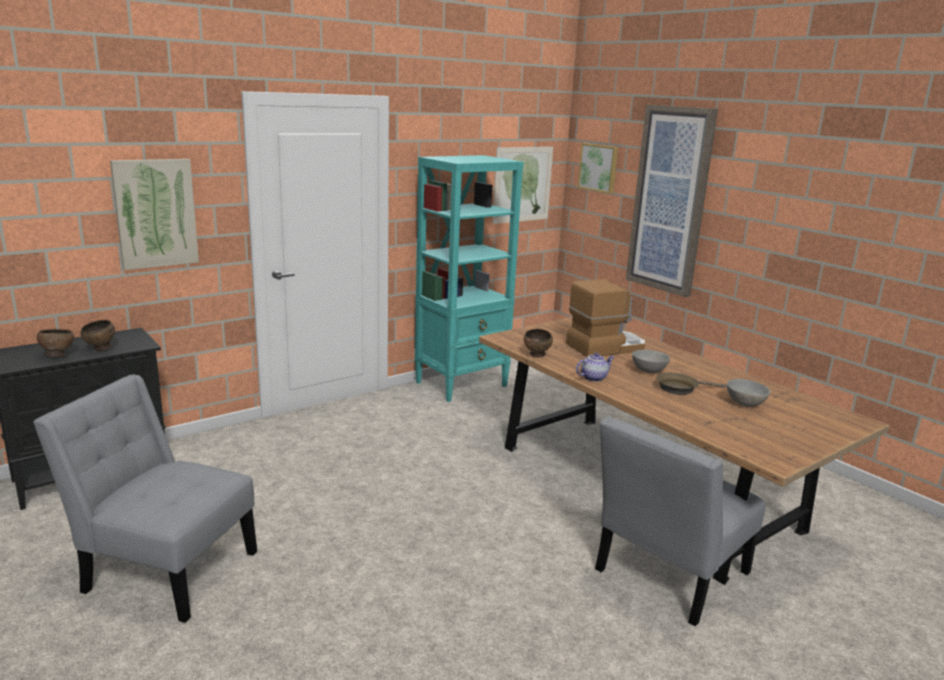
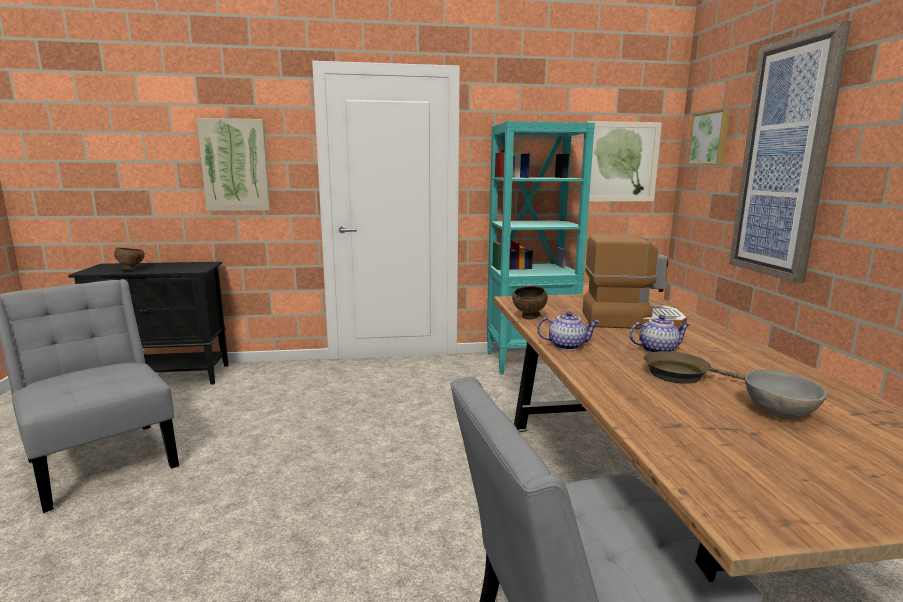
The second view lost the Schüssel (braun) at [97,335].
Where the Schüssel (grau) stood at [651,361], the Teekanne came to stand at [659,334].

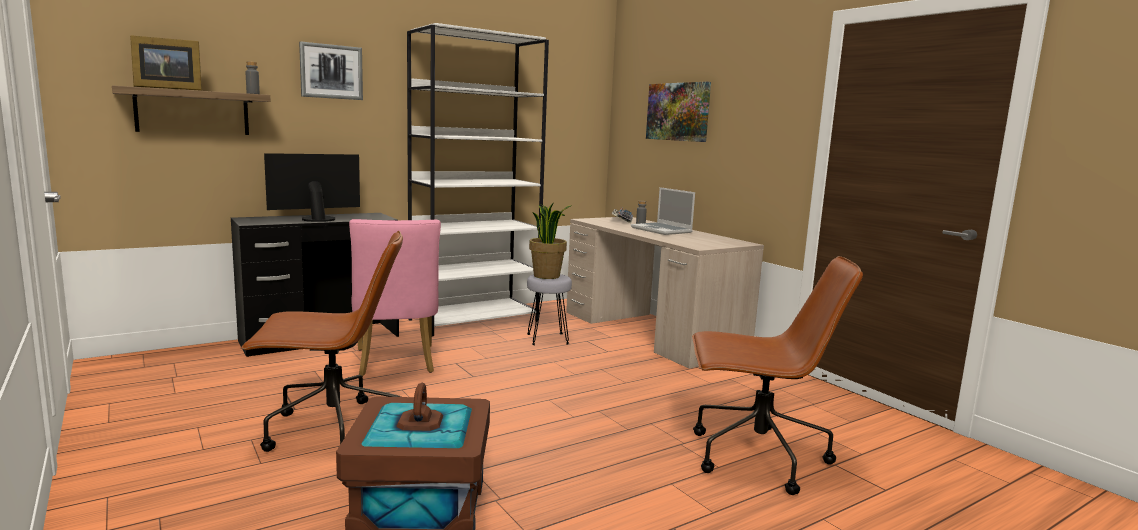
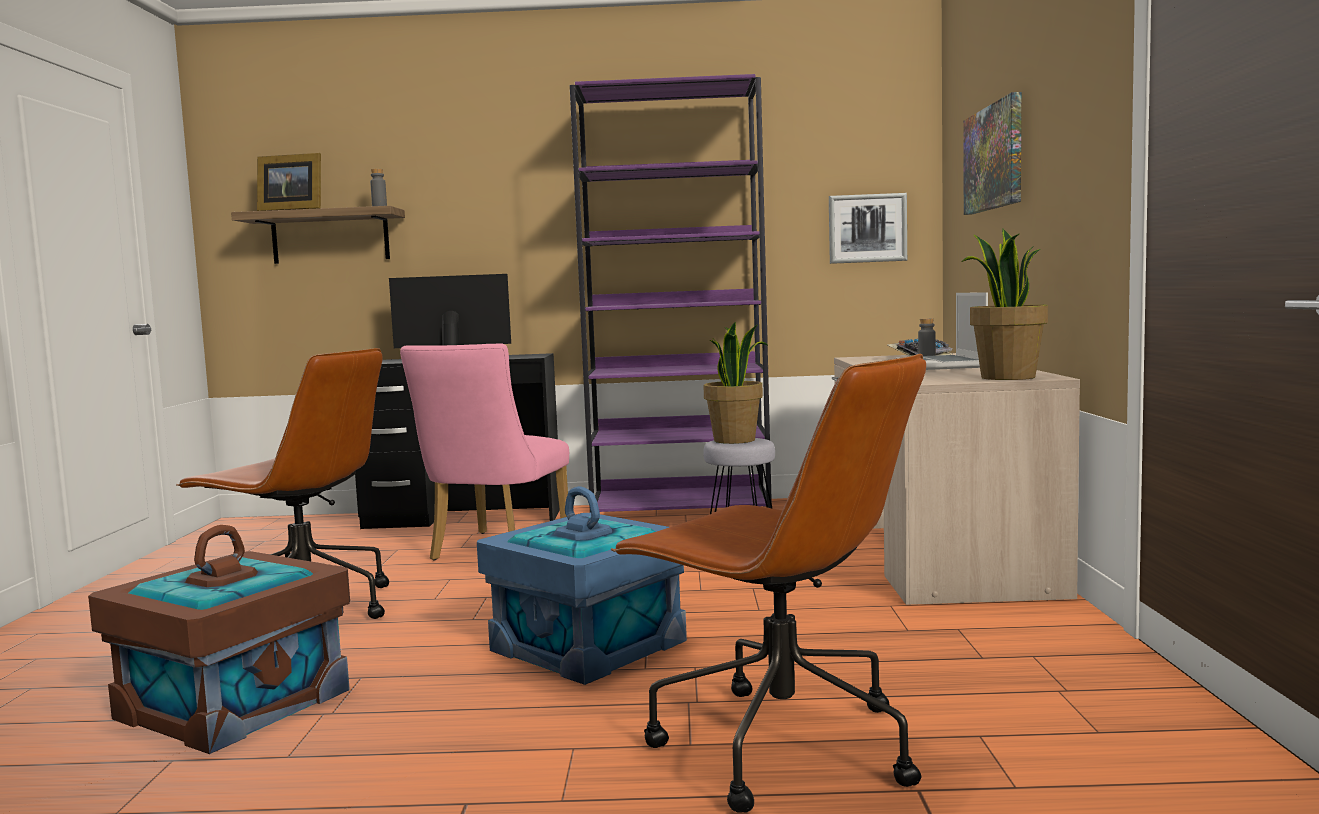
What was the Bücherregal (weiß) at [478,179] turned into the Bücherregal (lila) at [671,293].
The Bild ended up elsewhere, having gone from [331,70] to [868,228].
The second view gained the Topfpflanze at [1005,304].
The second view gained the Aufbewahrungsbox (blau) at [582,585].

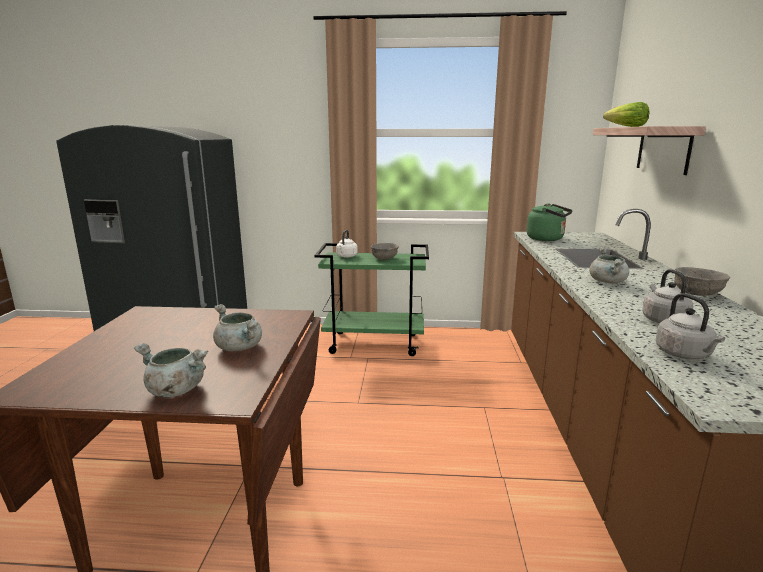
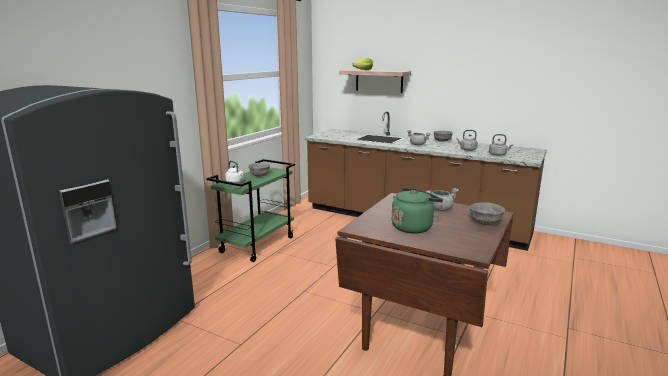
The Wasserkessel (grün) ended up elsewhere, having gone from [550,222] to [417,211].
Where the Kochtopf (grau) stood at [171,370], the Schüssel (grau) came to stand at [487,213].

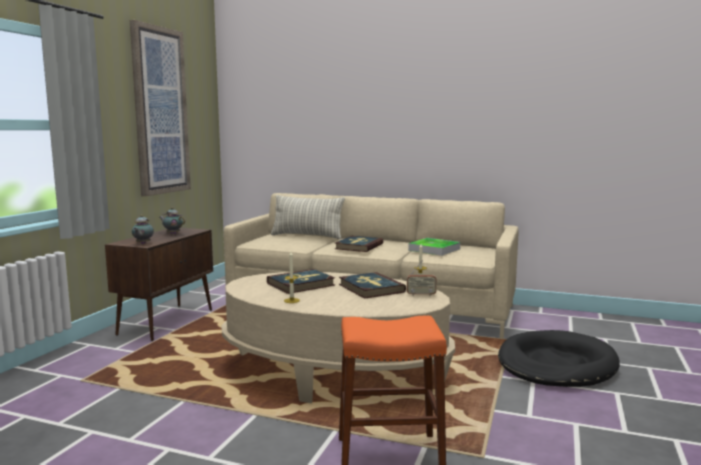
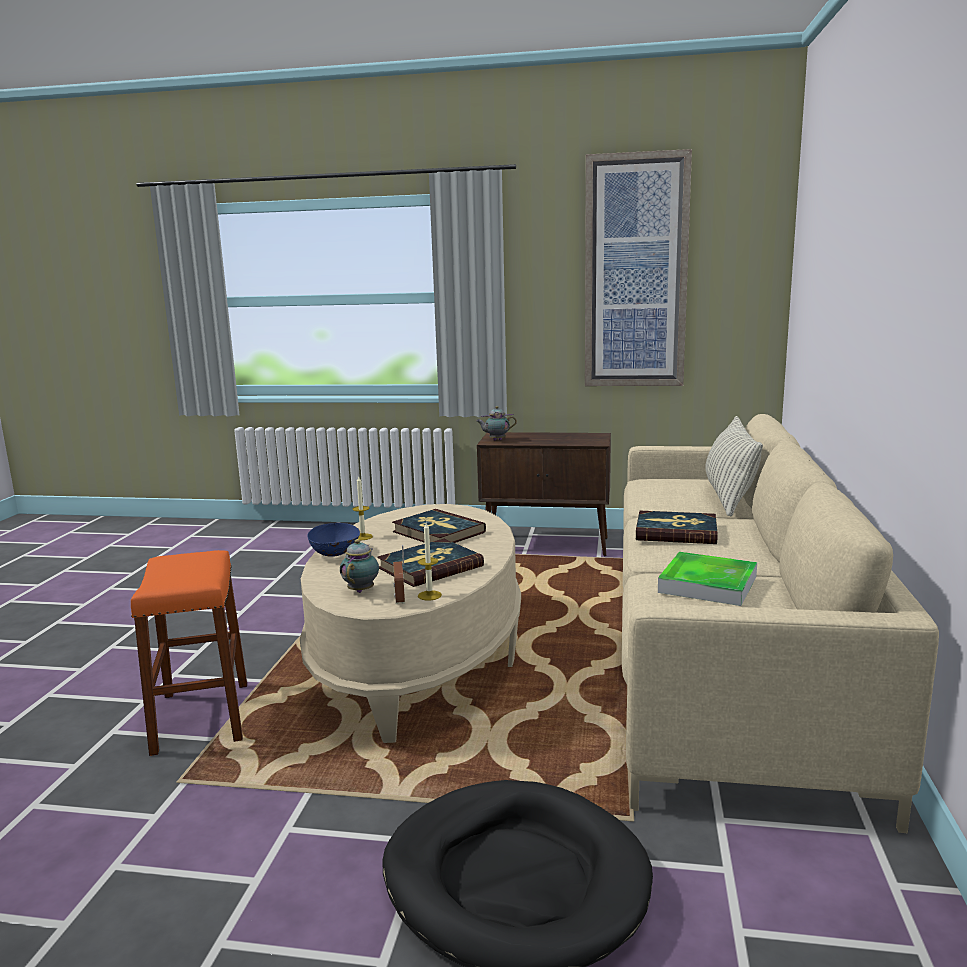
The Teekanne ended up elsewhere, having gone from [172,220] to [359,566].
The second view gained the Schüssel (blau) at [333,539].

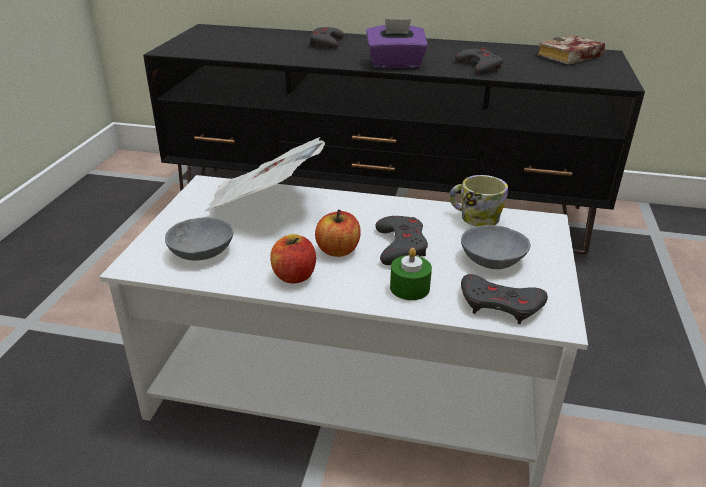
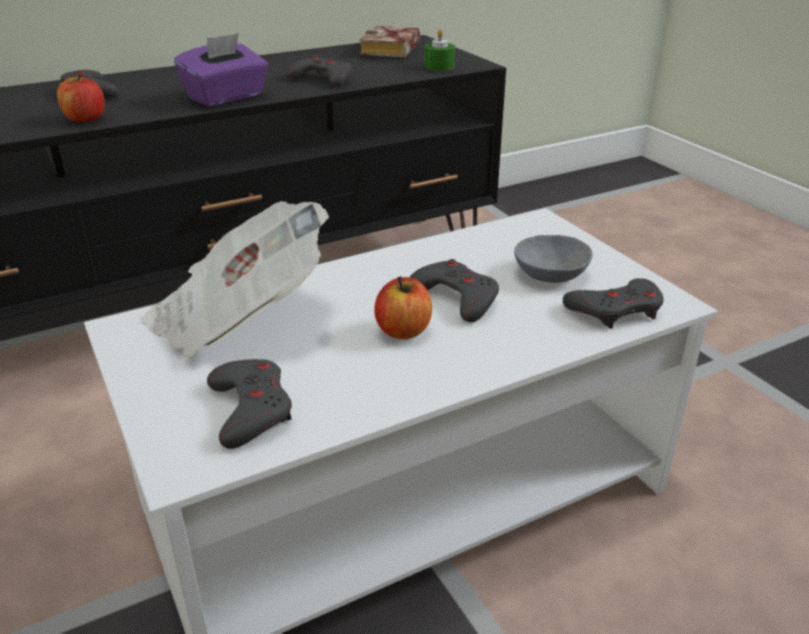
The second view lost the Henkelbecher at [478,201].
Where the Schüssel (grau) stood at [199,238], the Gamepad (grau) came to stand at [249,404].
The Apfel ended up elsewhere, having gone from [293,258] to [81,98].
The Kerze (grün) ended up elsewhere, having gone from [411,274] to [439,50].

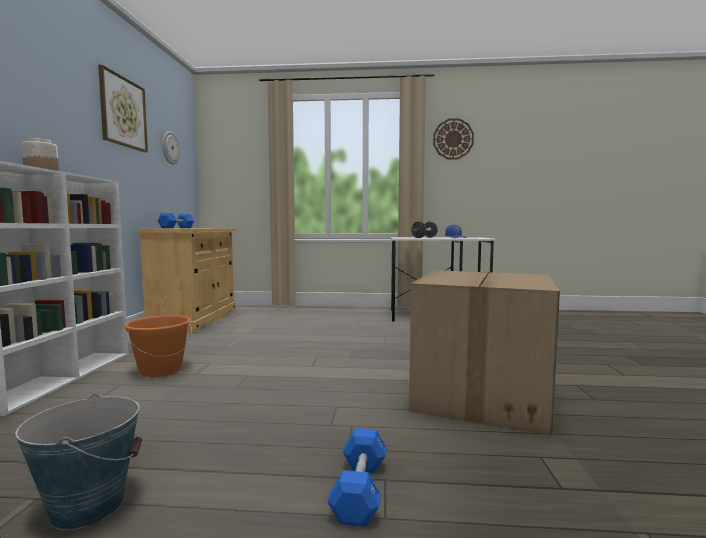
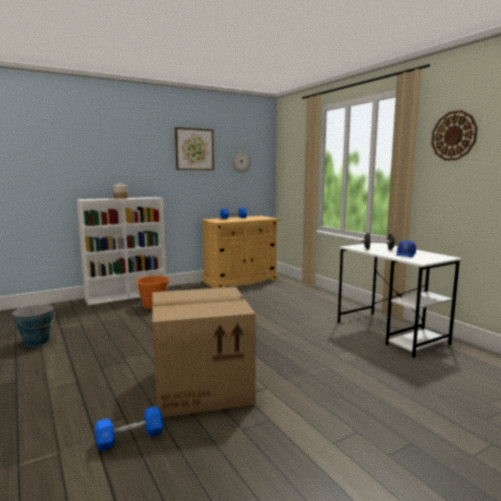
The Hantel (blau) ended up elsewhere, having gone from [357,477] to [129,428].

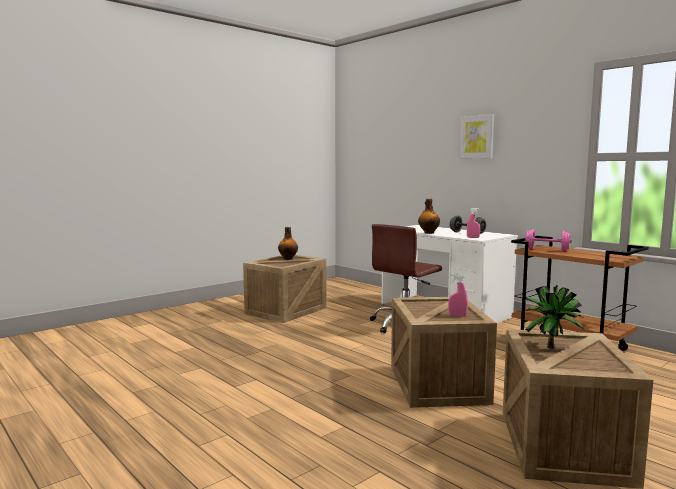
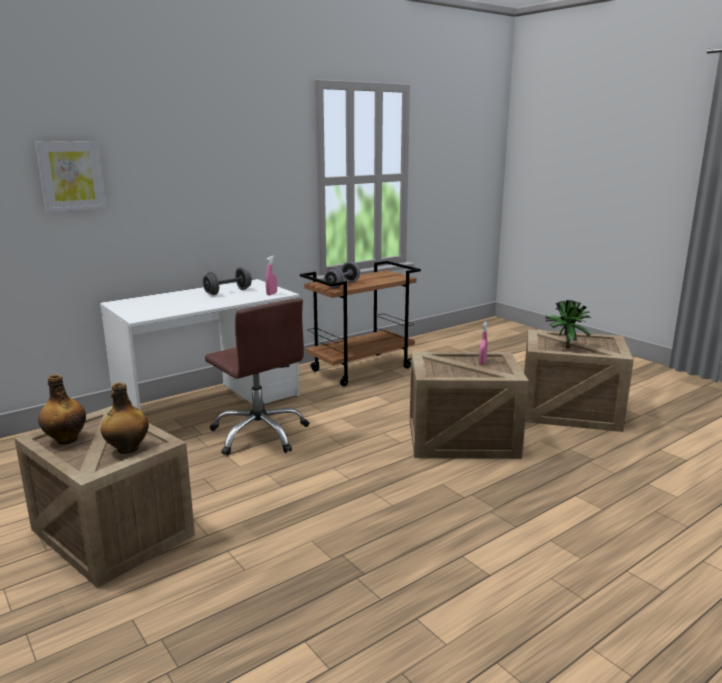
The Bild ended up elsewhere, having gone from [476,136] to [70,176].
The Flasche ended up elsewhere, having gone from [429,216] to [125,418].
What was the Hantel (rosa) at [548,240] turned into the Hantel (grau) at [342,275].

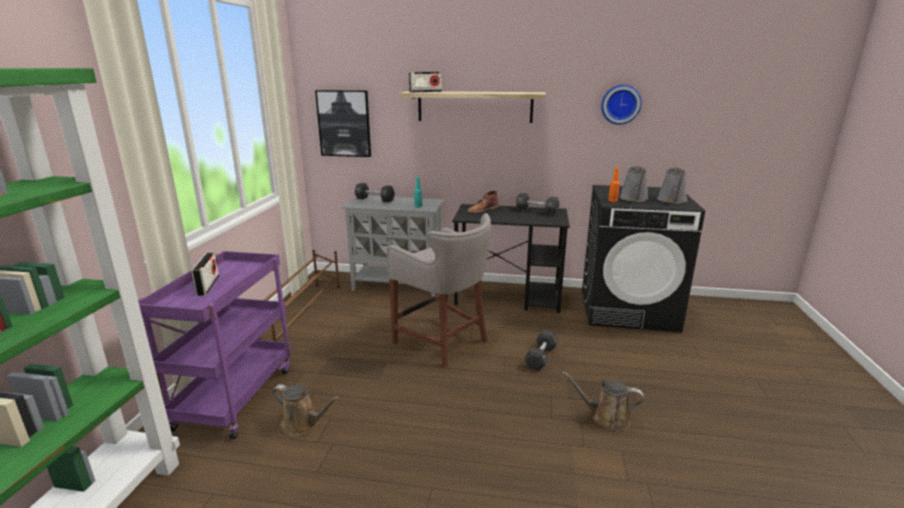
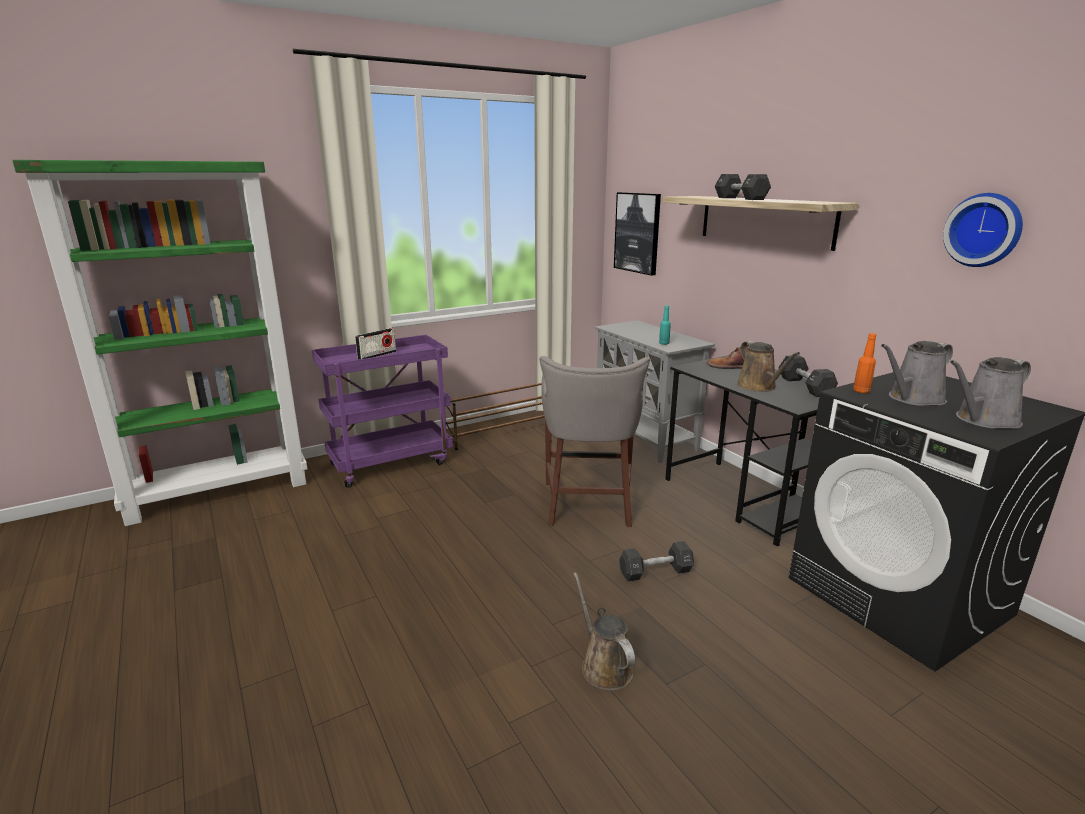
The second view lost the Radio at [425,82].
The Hantel (schwarz) ended up elsewhere, having gone from [374,193] to [743,187].
The Gießkanne (braun) ended up elsewhere, having gone from [306,410] to [768,366].

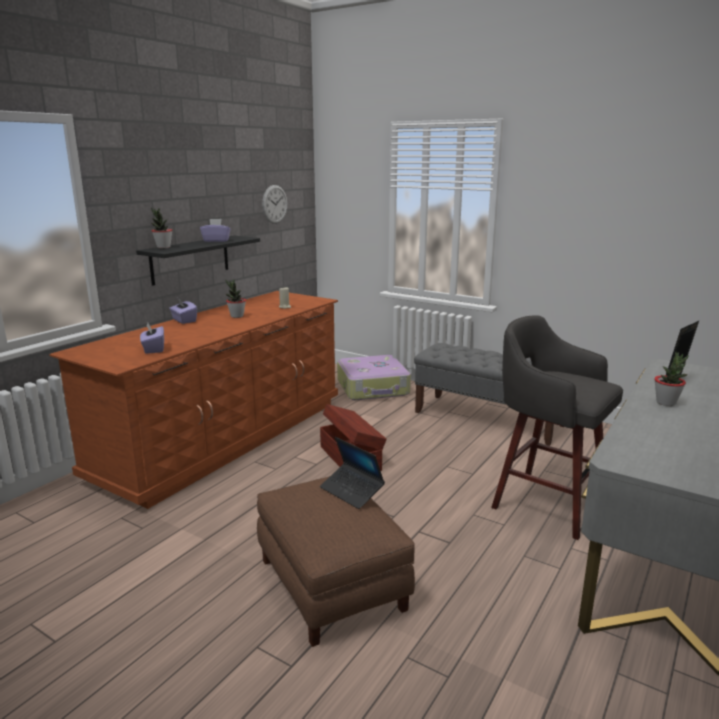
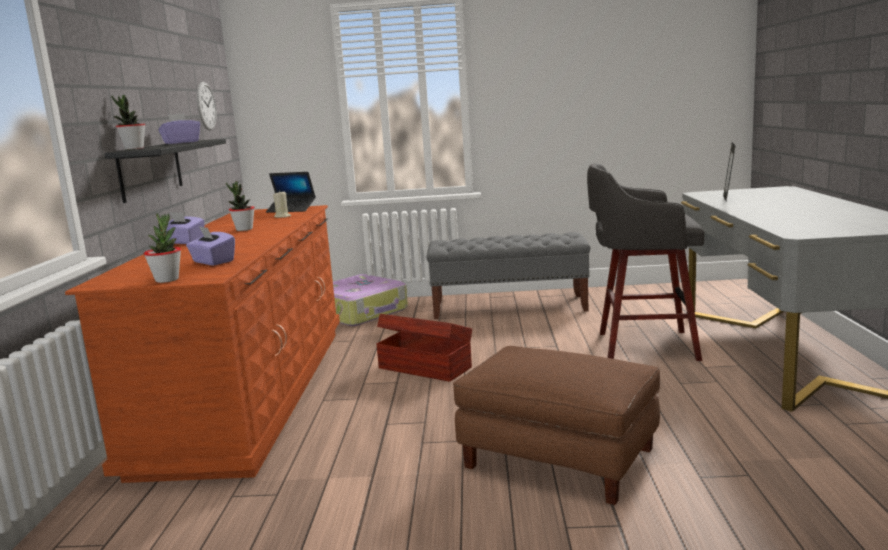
The Topfpflanze ended up elsewhere, having gone from [671,379] to [162,248].
The Laptop ended up elsewhere, having gone from [352,473] to [291,192].

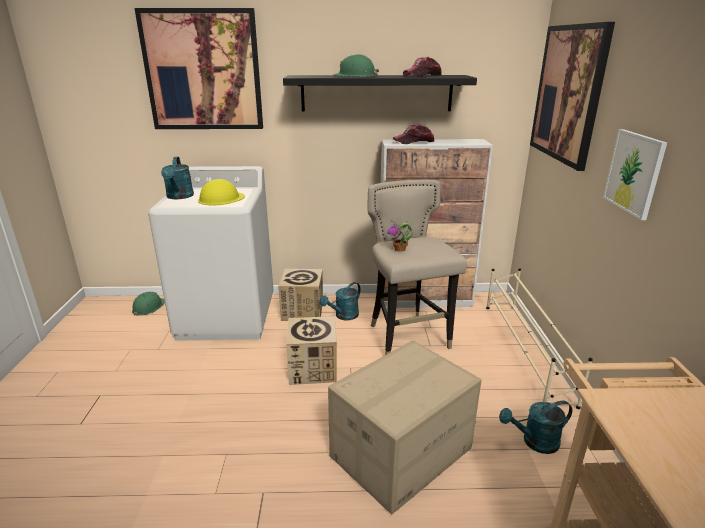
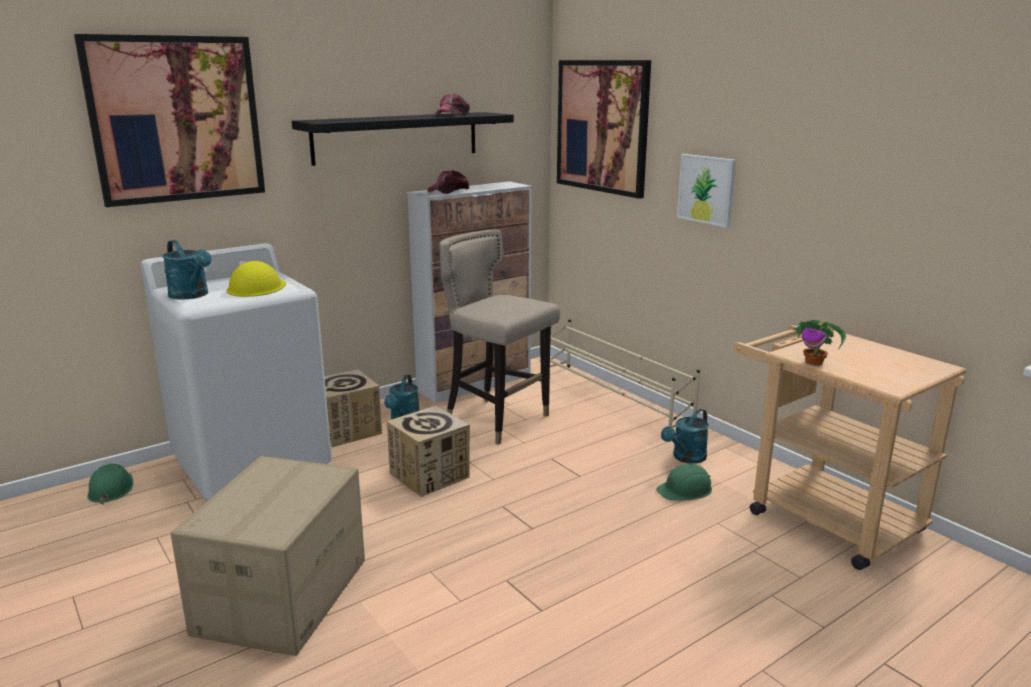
The Schutzhelm (grün) ended up elsewhere, having gone from [356,65] to [684,482].
The Topfpflanze ended up elsewhere, having gone from [399,236] to [819,343].
The Karton ended up elsewhere, having gone from [404,427] to [268,556].

